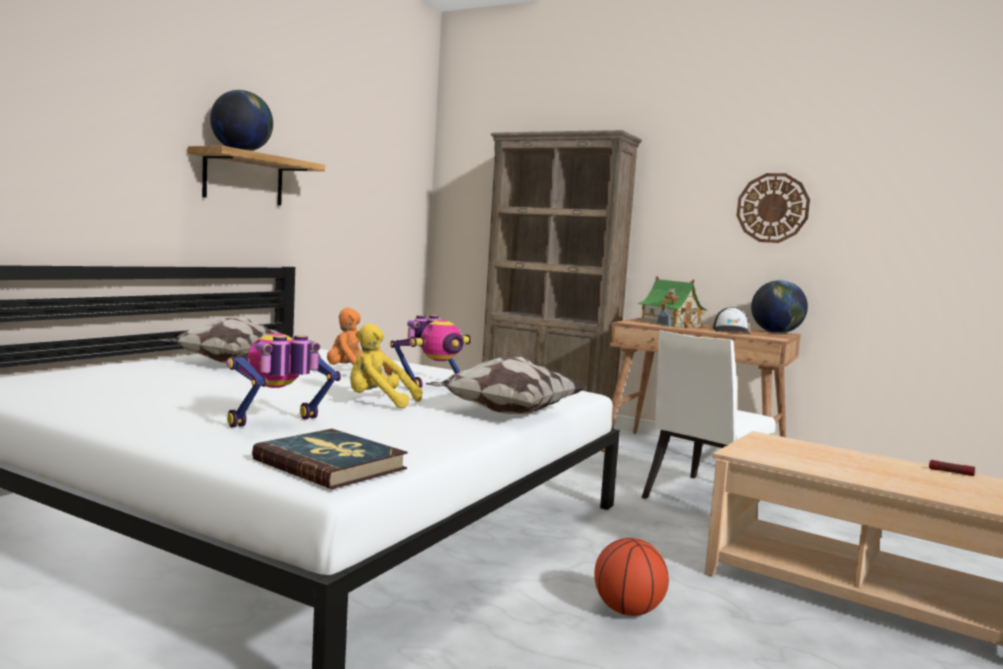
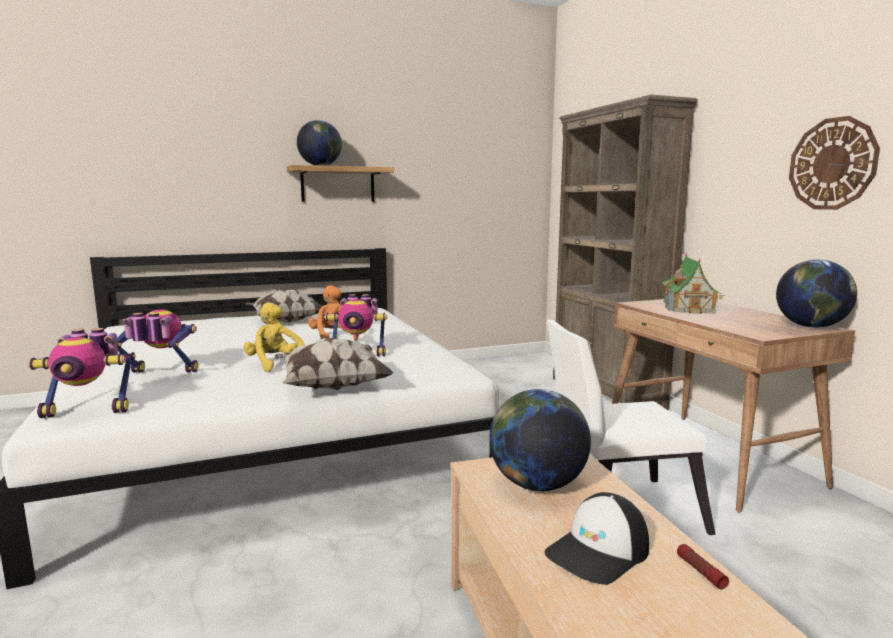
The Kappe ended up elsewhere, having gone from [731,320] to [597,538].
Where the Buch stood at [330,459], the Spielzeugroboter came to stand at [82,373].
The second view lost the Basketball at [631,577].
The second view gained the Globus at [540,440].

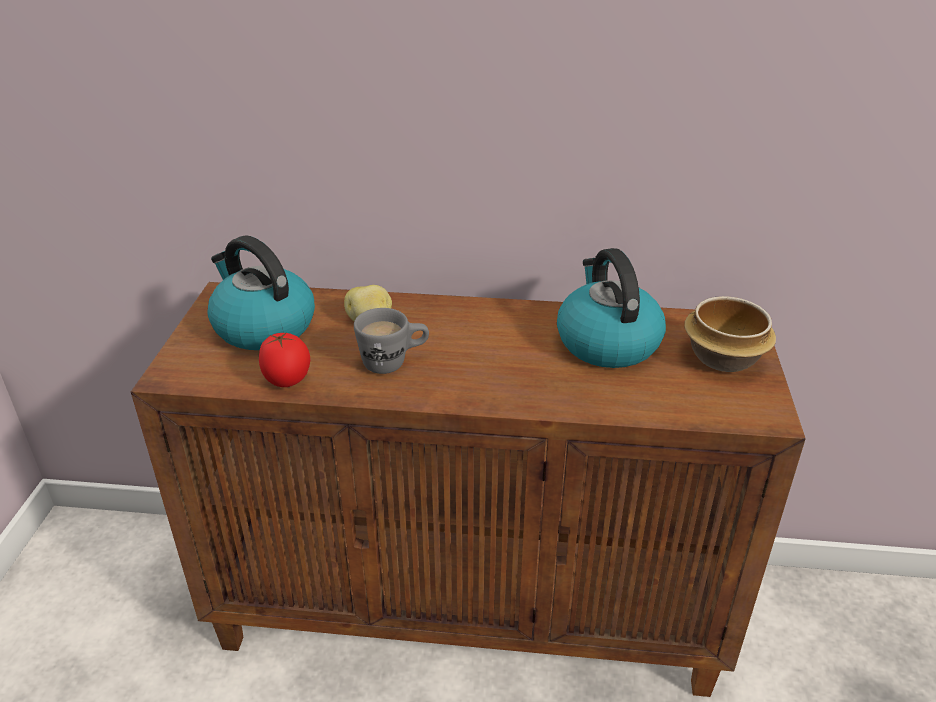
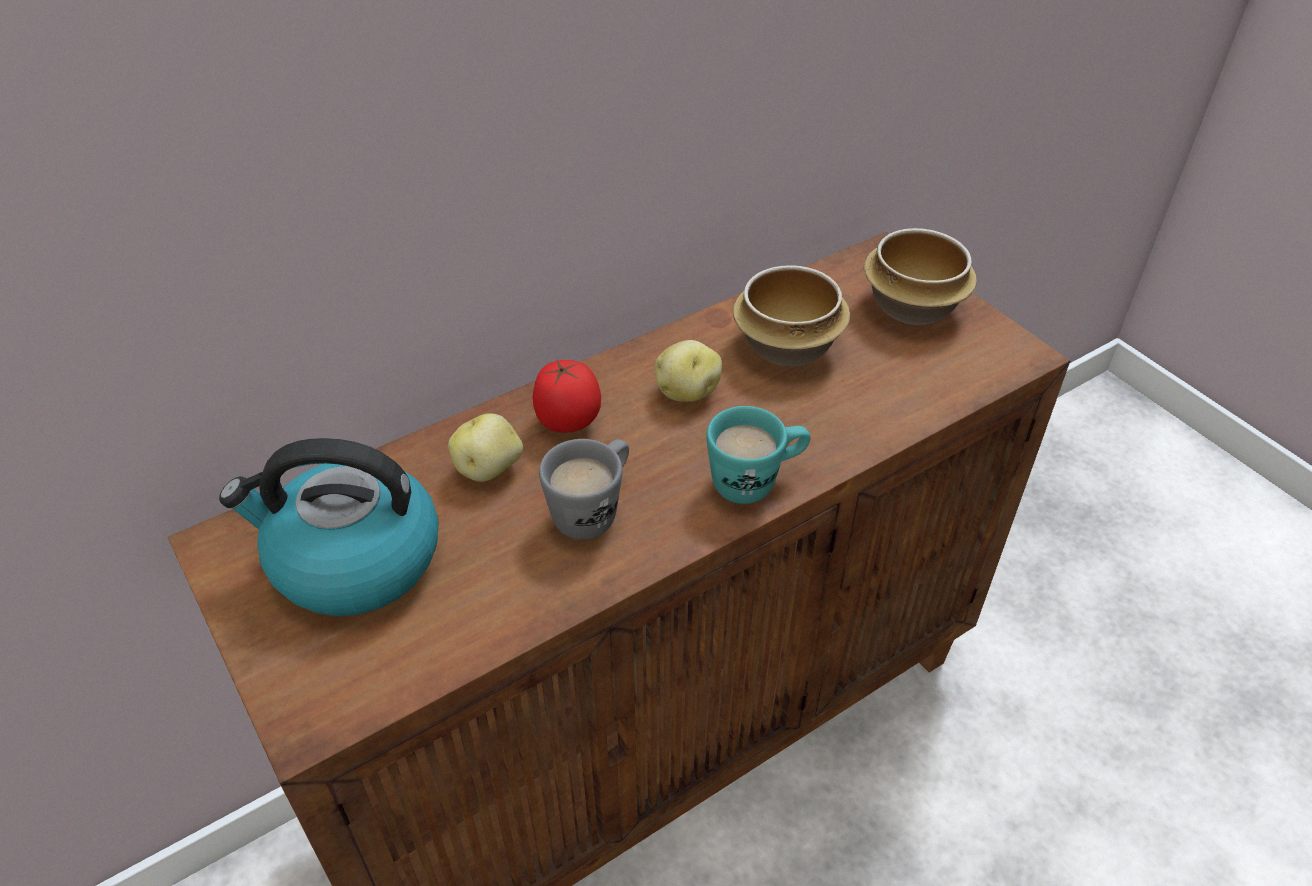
Where the Wasserkessel stood at [611,308], the Schüssel came to stand at [791,315].
The Tomate ended up elsewhere, having gone from [284,359] to [566,396].
The second view gained the Kartoffel at [688,371].
The second view gained the Henkelbecher (türkis) at [758,455].

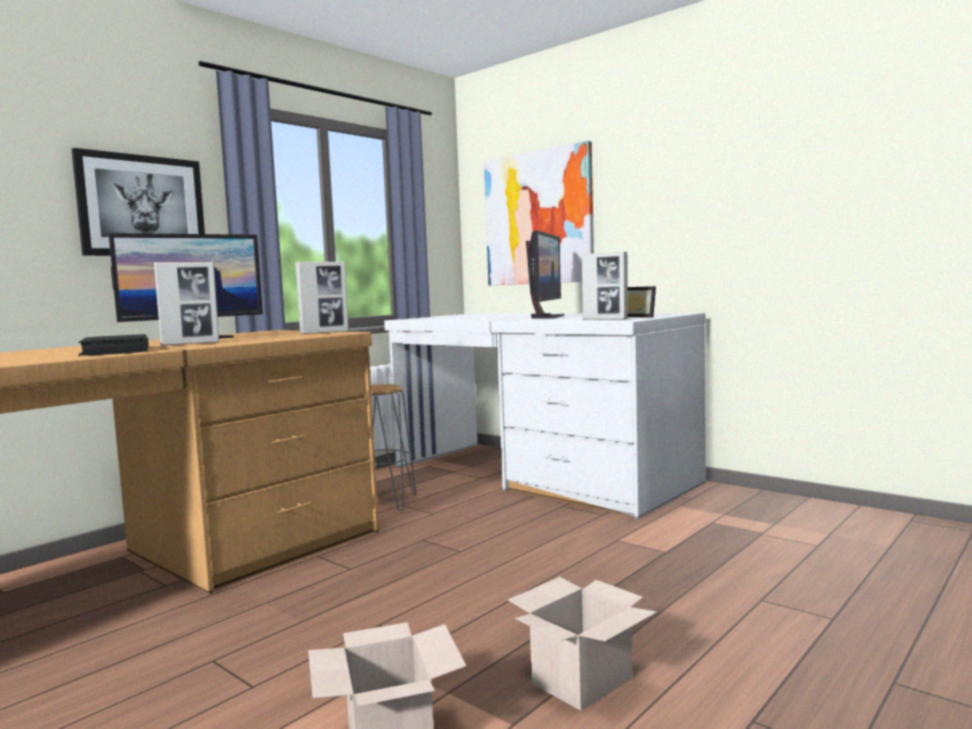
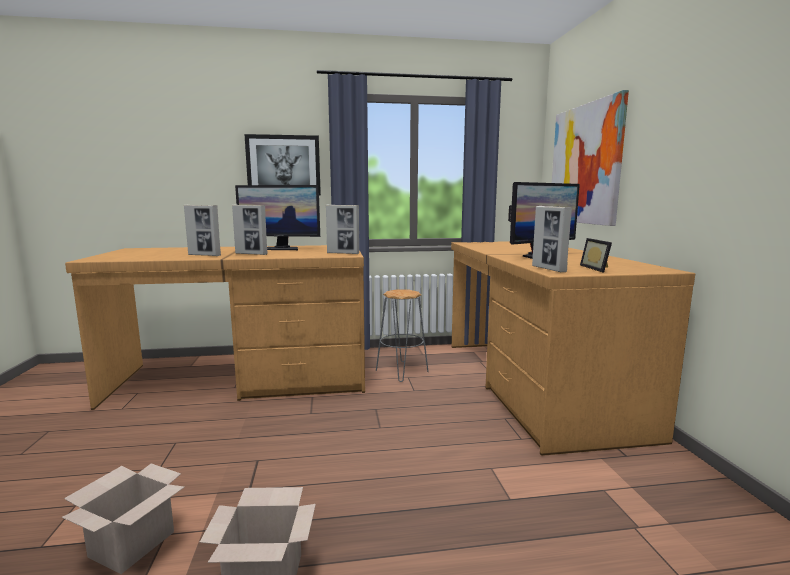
What was the Schreibtisch (weiß) at [545,416] turned into the Schreibtisch (braun) at [573,348].
Where the Buch (schwarz) stood at [113,345], the Bilderrahmen came to stand at [202,230].

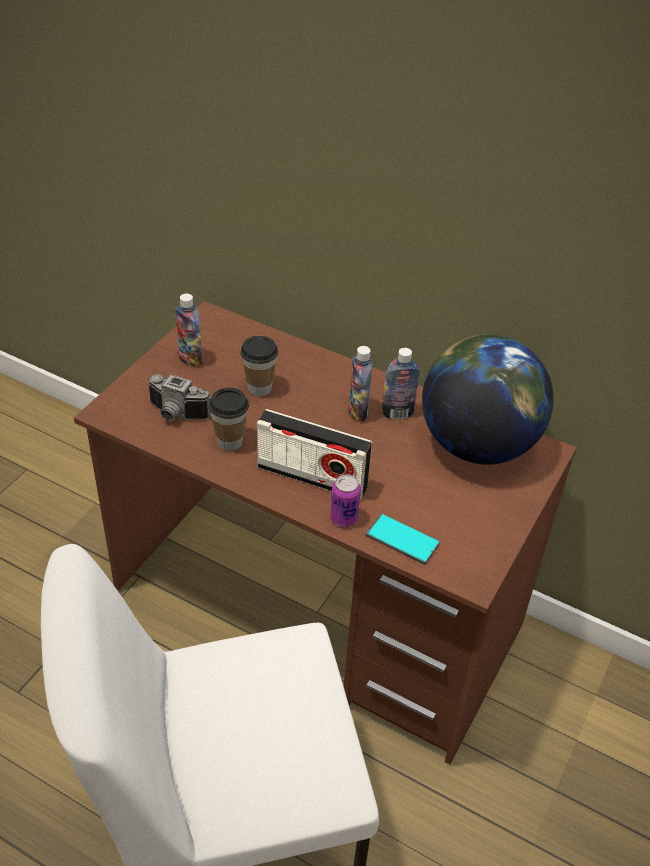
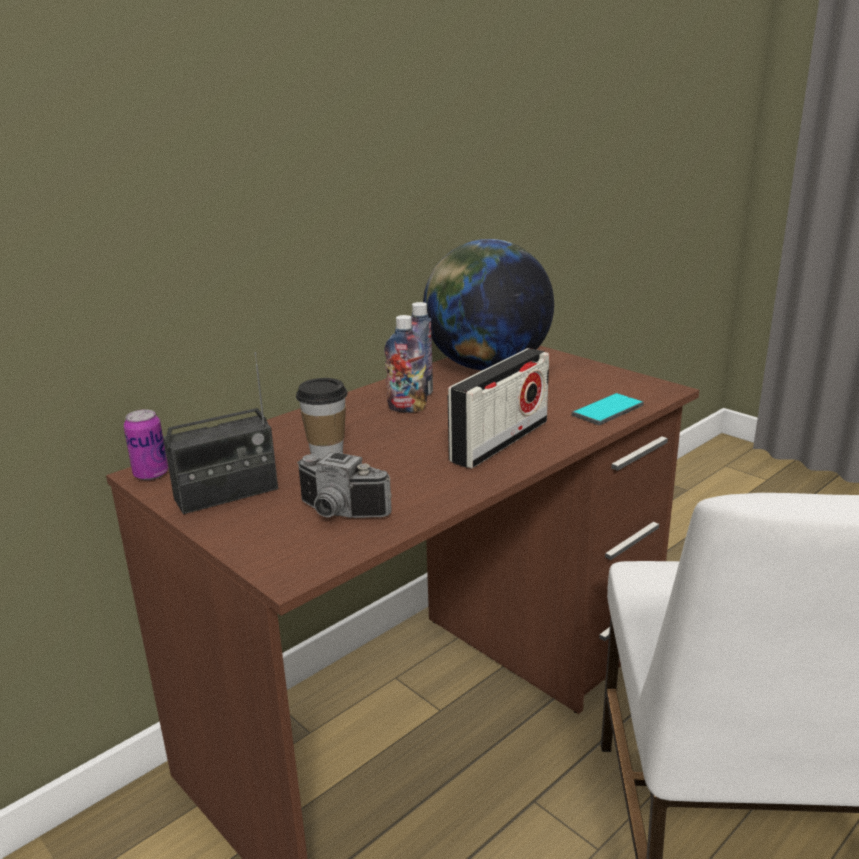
Where the Flasche stood at [188,330], the Radio came to stand at [220,433].
The Kamera at [179,397] ended up facing another way, 75 degrees clockwise from before.
The second view lost the Tasse at [229,419].
The Dose ended up elsewhere, having gone from [345,500] to [146,444].

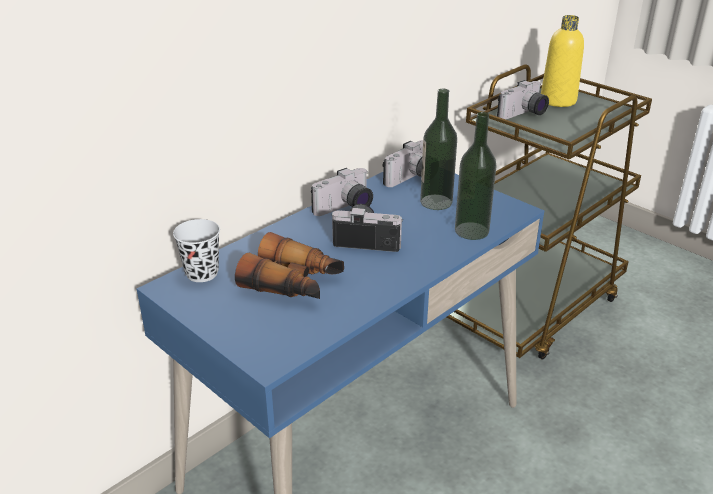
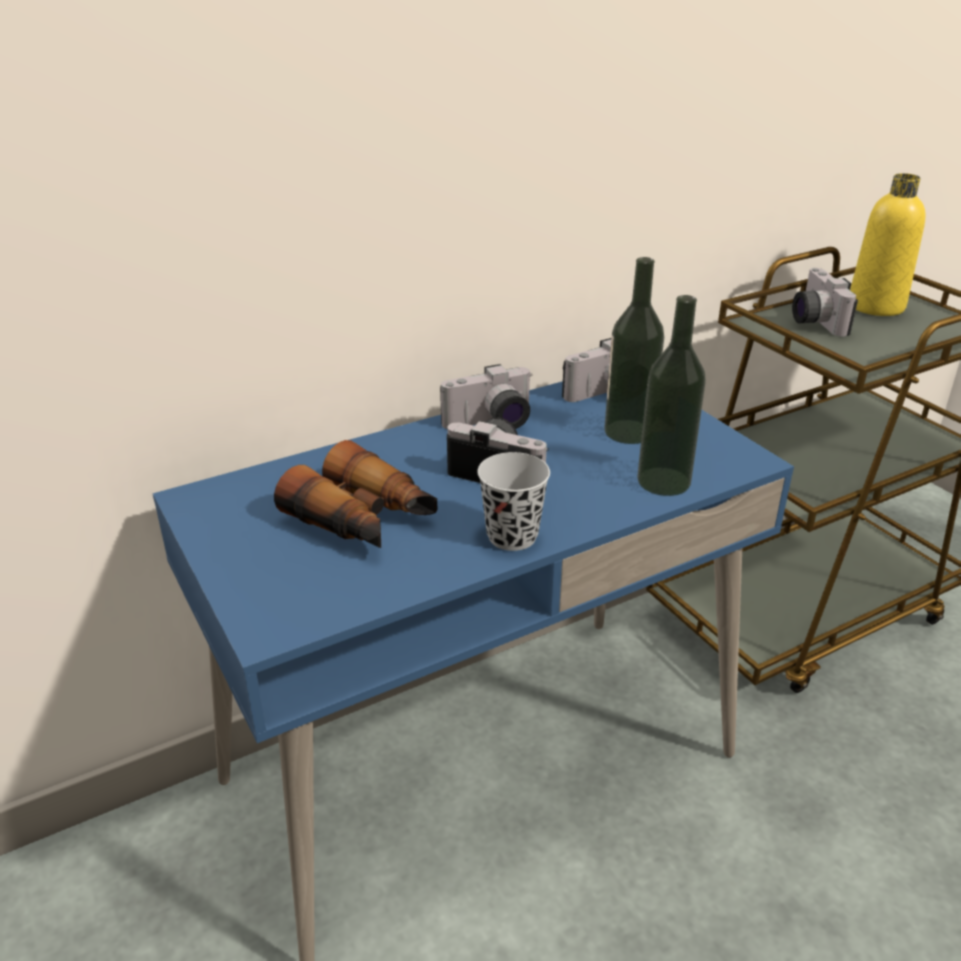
The Kamera at [523,99] ended up facing another way, 105 degrees clockwise from before.
The Tasse (schwarz) ended up elsewhere, having gone from [196,250] to [513,501].

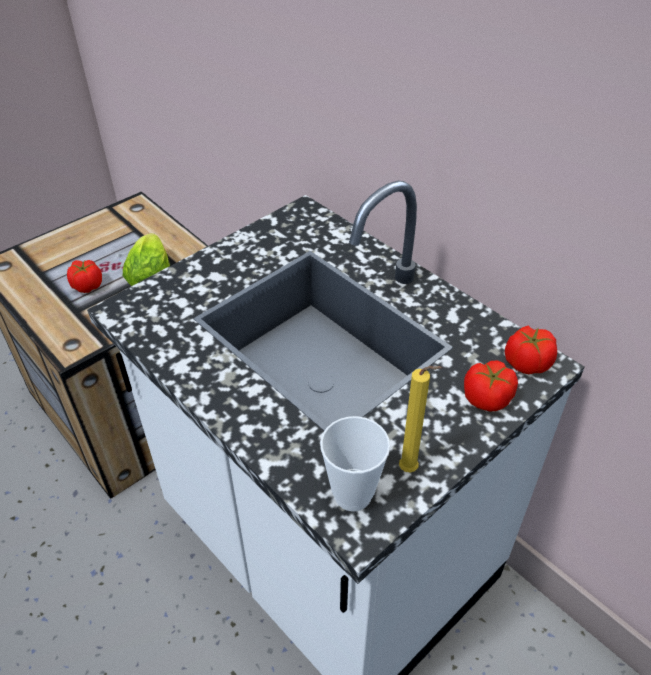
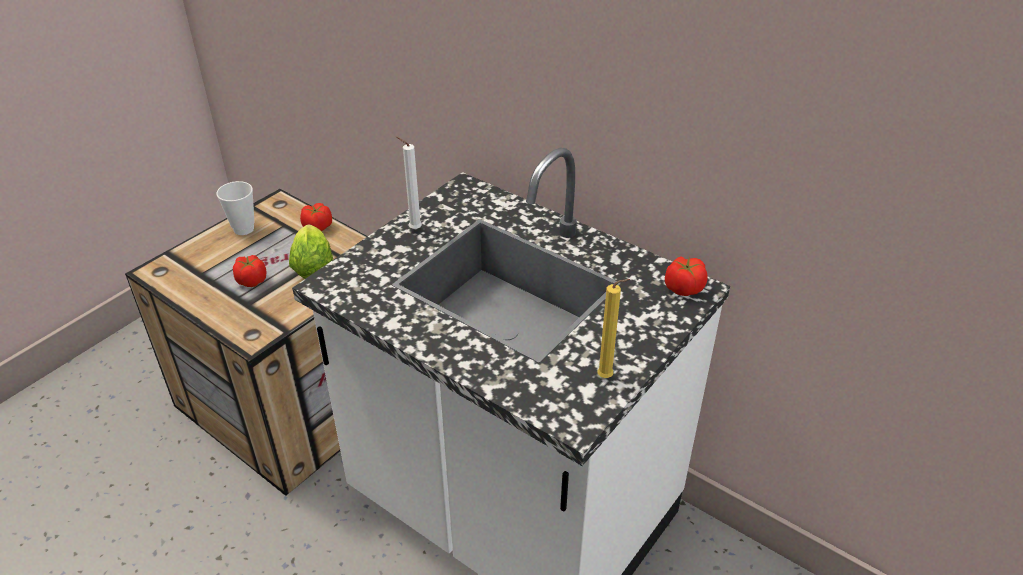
The Tomate ended up elsewhere, having gone from [491,386] to [316,217].
The Tasse ended up elsewhere, having gone from [355,463] to [235,208].
The second view gained the Kerze (weiß) at [409,183].

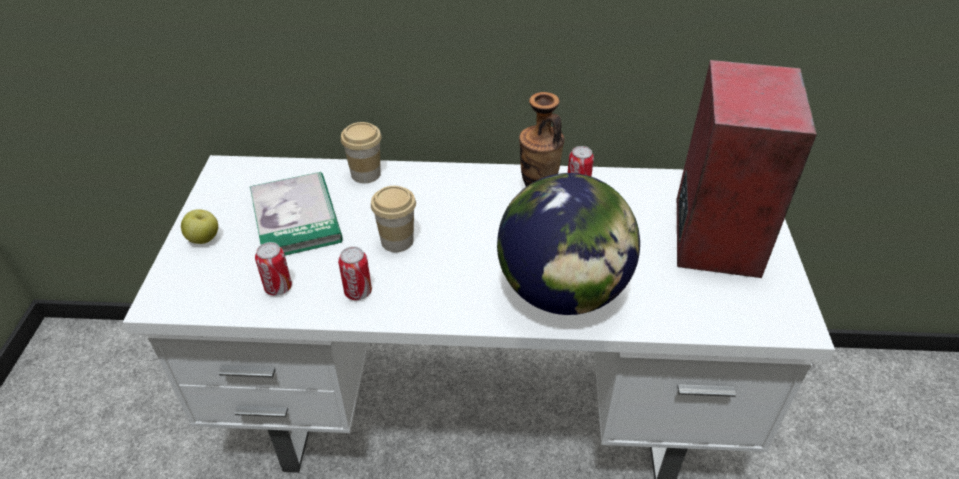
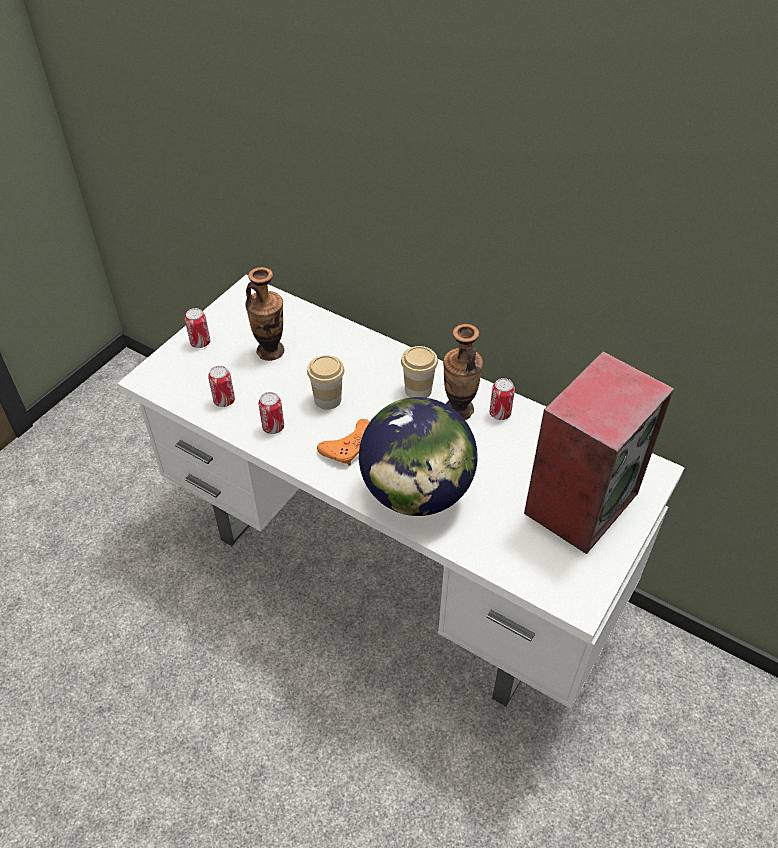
The Tasse ended up elsewhere, having gone from [361,152] to [419,372].
Where the Buch stood at [296,213], the Vase came to stand at [264,314].
Where the Apfel stood at [199,226], the Dose came to stand at [197,328].
The second view gained the Gamepad (orange) at [343,442].

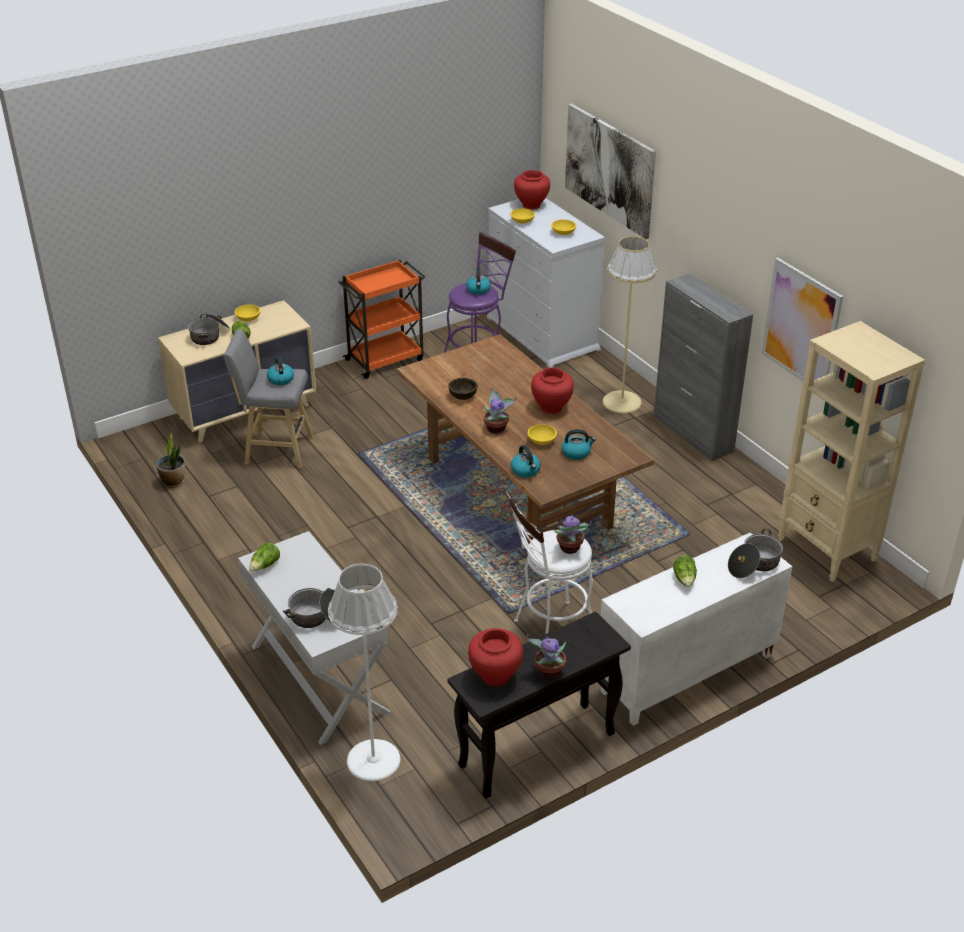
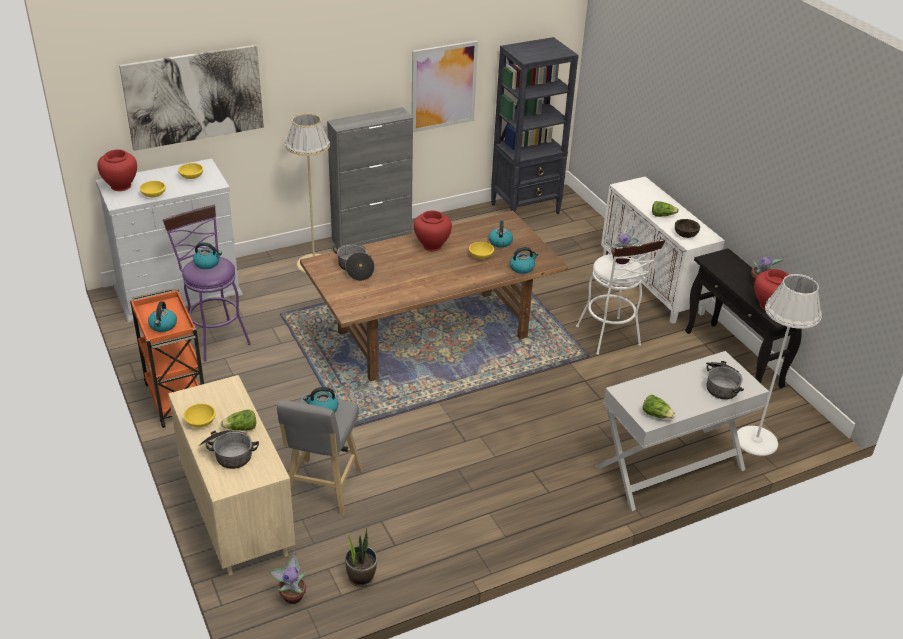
What was the Bücherregal (beige) at [851,451] turned into the Bücherregal (schwarz) at [535,125].
The Schüssel (braun) ended up elsewhere, having gone from [462,389] to [687,228].
The Topfpflanze ended up elsewhere, having gone from [500,410] to [287,578].
The Kochtopf ended up elsewhere, having gone from [755,553] to [354,262].
The second view gained the Wasserkessel at [162,316].

